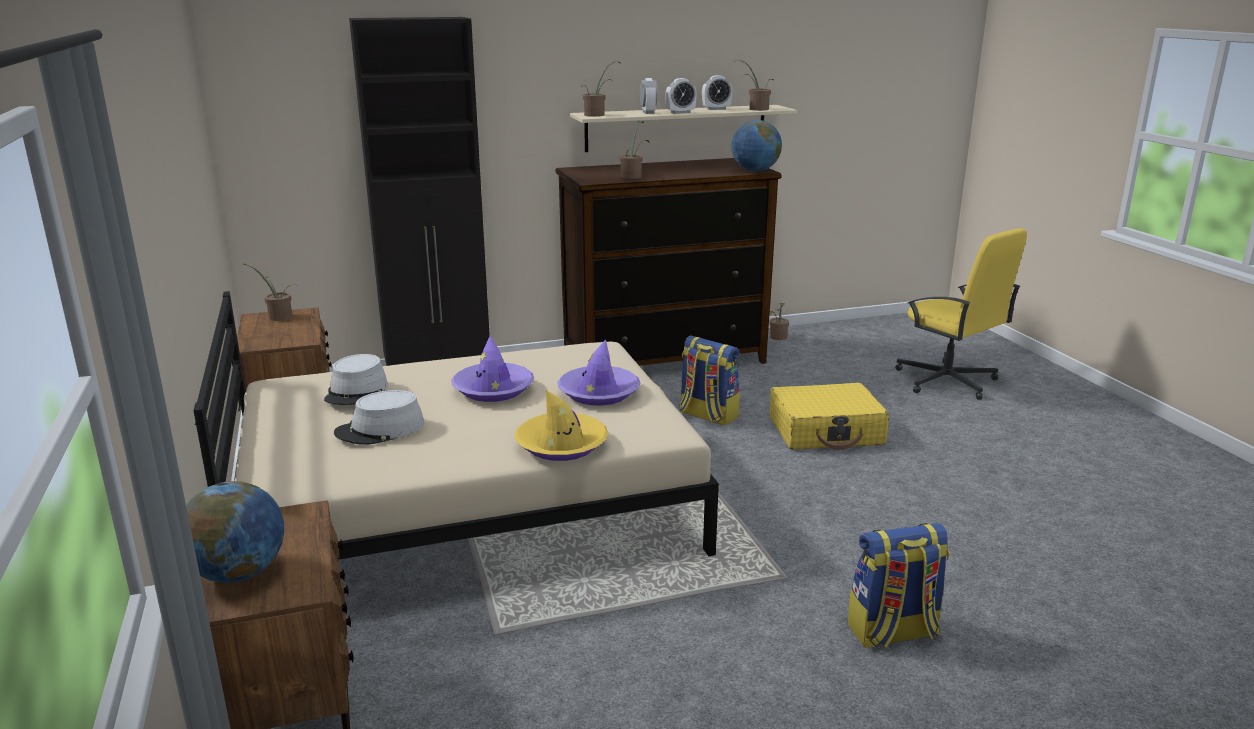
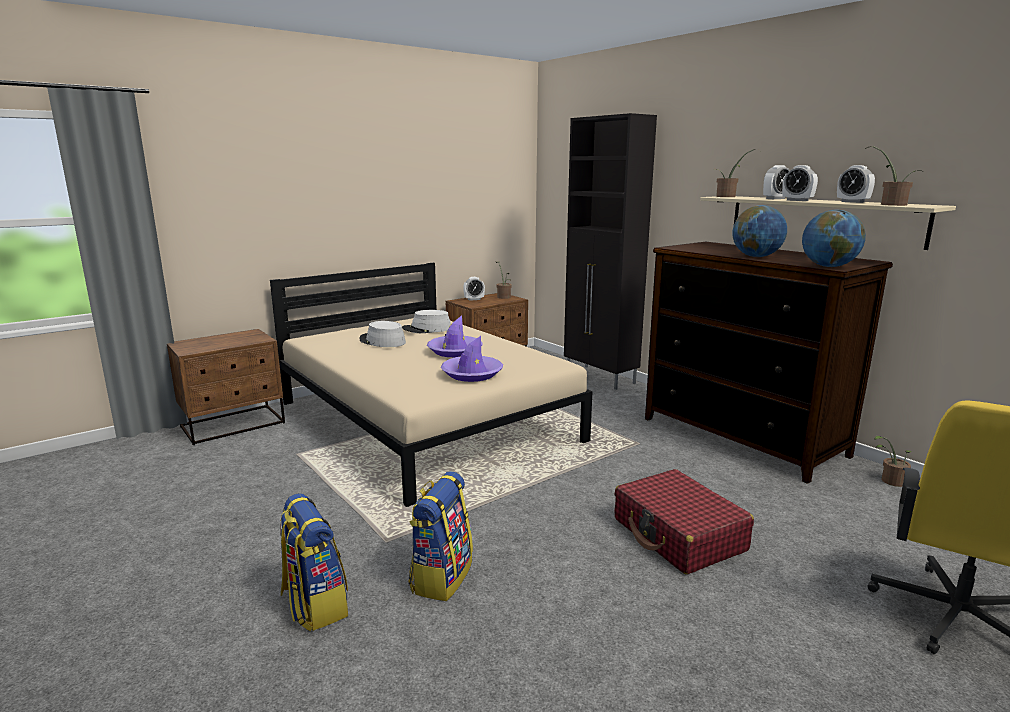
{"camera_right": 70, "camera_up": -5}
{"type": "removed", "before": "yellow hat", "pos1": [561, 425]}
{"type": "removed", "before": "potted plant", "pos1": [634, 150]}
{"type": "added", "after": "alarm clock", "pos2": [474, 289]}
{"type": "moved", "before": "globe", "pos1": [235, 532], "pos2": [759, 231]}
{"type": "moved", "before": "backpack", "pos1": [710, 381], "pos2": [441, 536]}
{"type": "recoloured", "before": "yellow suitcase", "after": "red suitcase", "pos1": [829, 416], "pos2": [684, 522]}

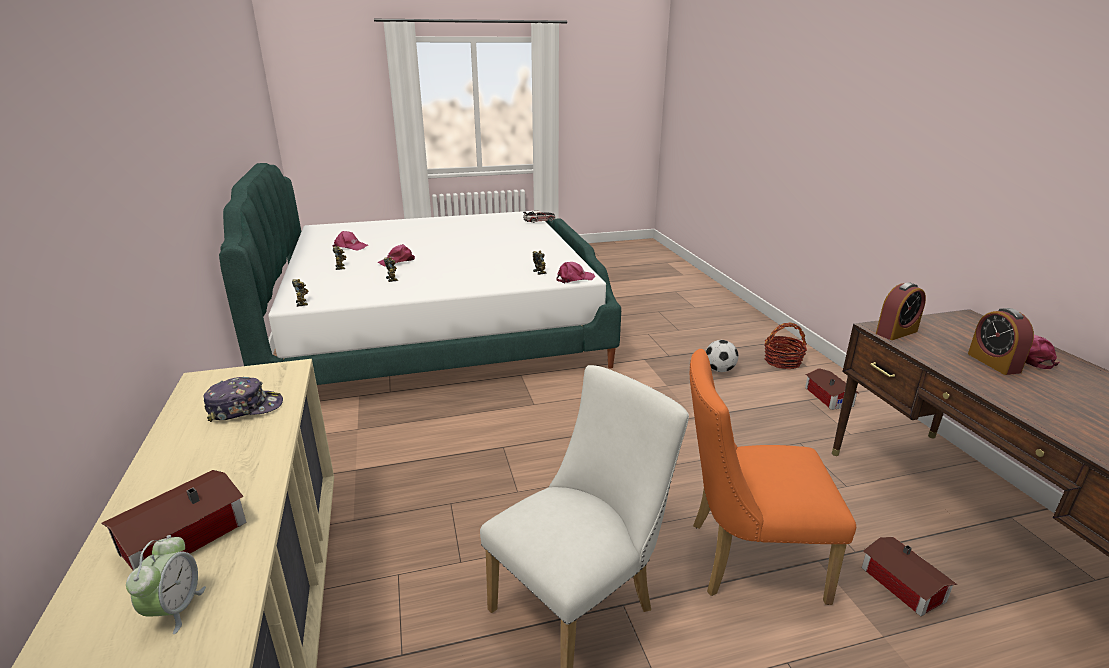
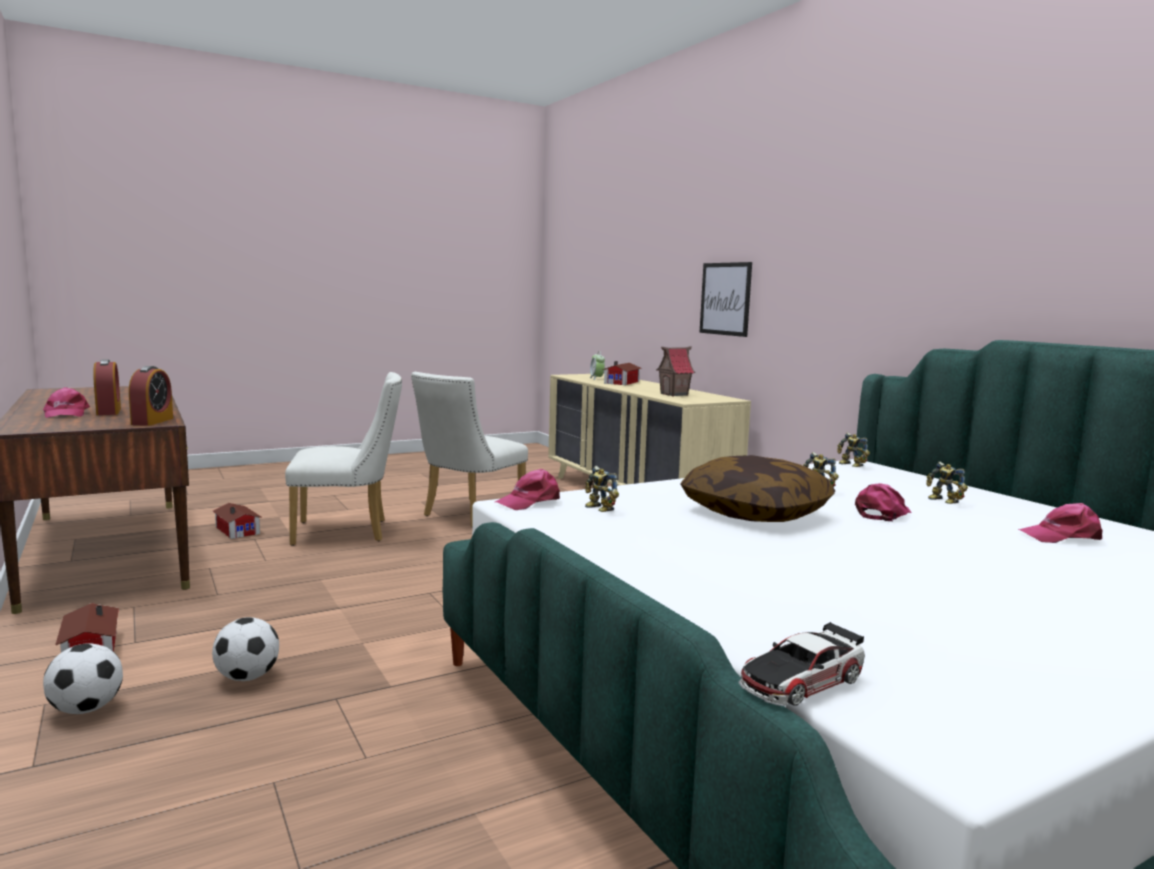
{"camera_right": 165, "camera_up": -15}
{"type": "added", "after": "pillow", "pos2": [757, 488]}
{"type": "added", "after": "picture", "pos2": [725, 299]}
{"type": "replaced", "before": "cap", "after": "toy house", "pos1": [243, 399], "pos2": [675, 371]}
{"type": "replaced", "before": "basket", "after": "football", "pos1": [785, 345], "pos2": [83, 678]}
{"type": "recoloured", "before": "orange chair", "after": "white chair", "pos1": [773, 477], "pos2": [343, 459]}
{"type": "turned", "before": "alarm clock", "pos1": [901, 311], "pos2": [151, 396], "turn": 135}

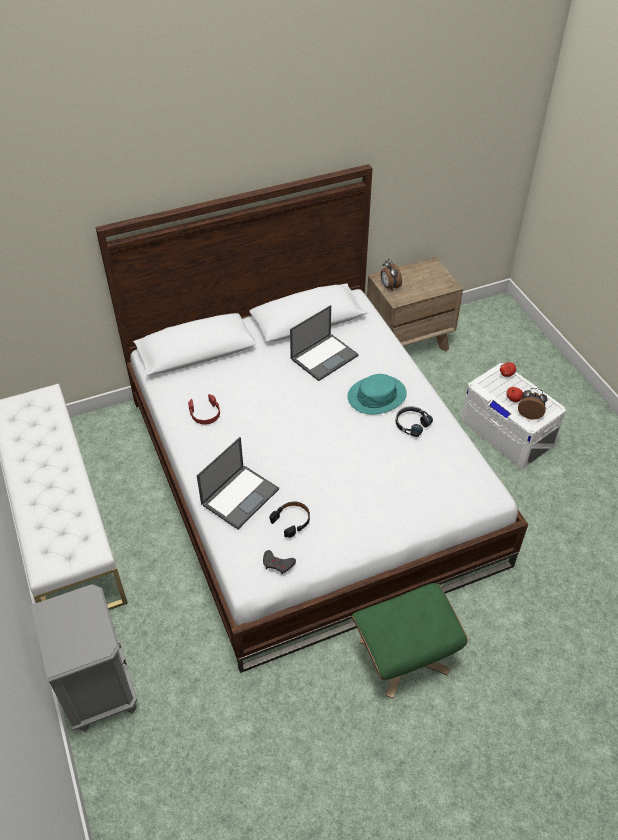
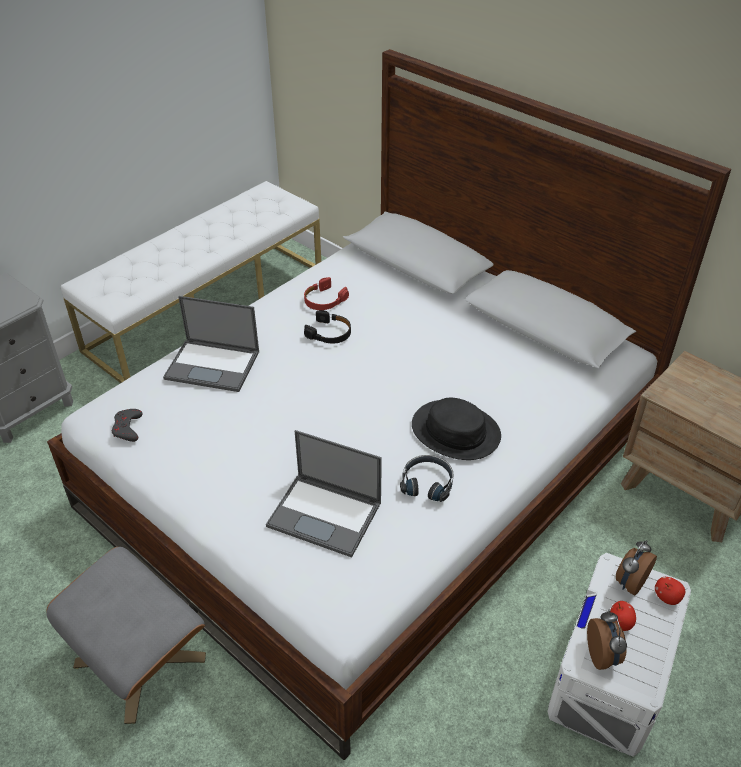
{"camera_right": 65, "camera_up": -5}
{"type": "moved", "before": "black headphones", "pos1": [289, 520], "pos2": [327, 327]}
{"type": "moved", "before": "laptop", "pos1": [324, 343], "pos2": [324, 494]}
{"type": "moved", "before": "alarm clock", "pos1": [391, 274], "pos2": [636, 567]}
{"type": "recoloured", "before": "turquoise hat", "after": "black hat", "pos1": [377, 394], "pos2": [456, 429]}
{"type": "recoloured", "before": "green ottoman", "after": "grey ottoman", "pos1": [409, 640], "pos2": [126, 635]}

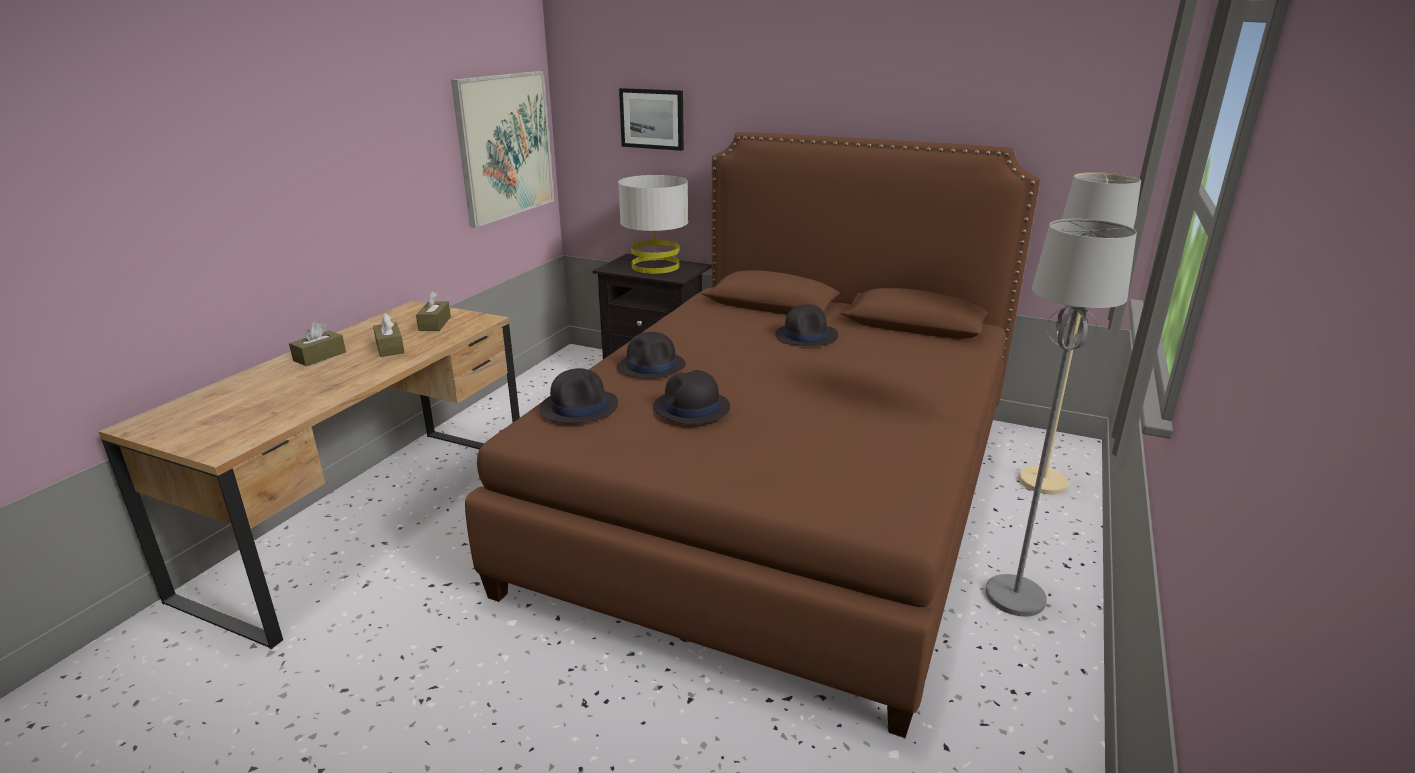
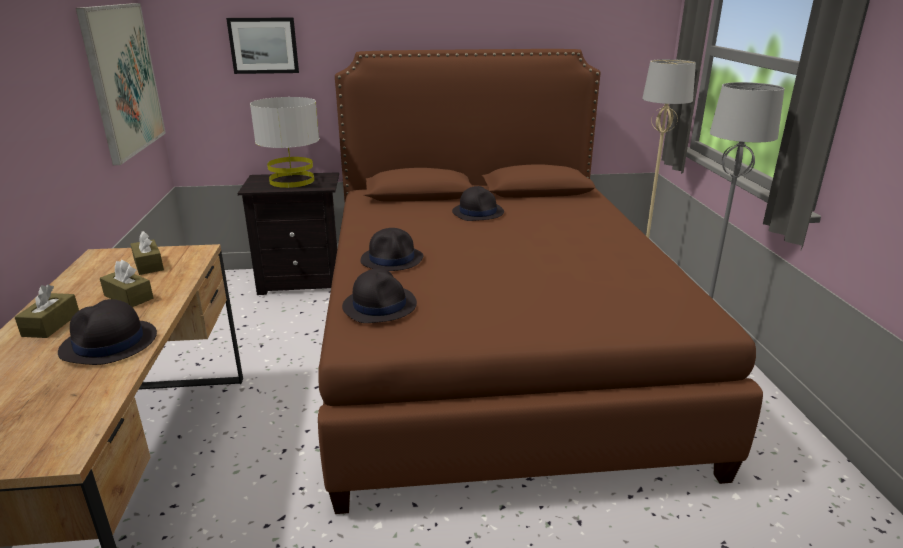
{"camera_right": -30, "camera_up": 0}
{"type": "moved", "before": "black hat", "pos1": [691, 397], "pos2": [107, 332]}

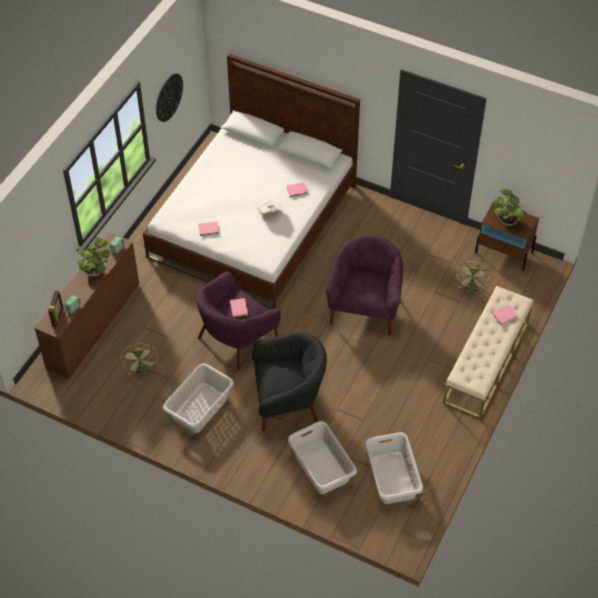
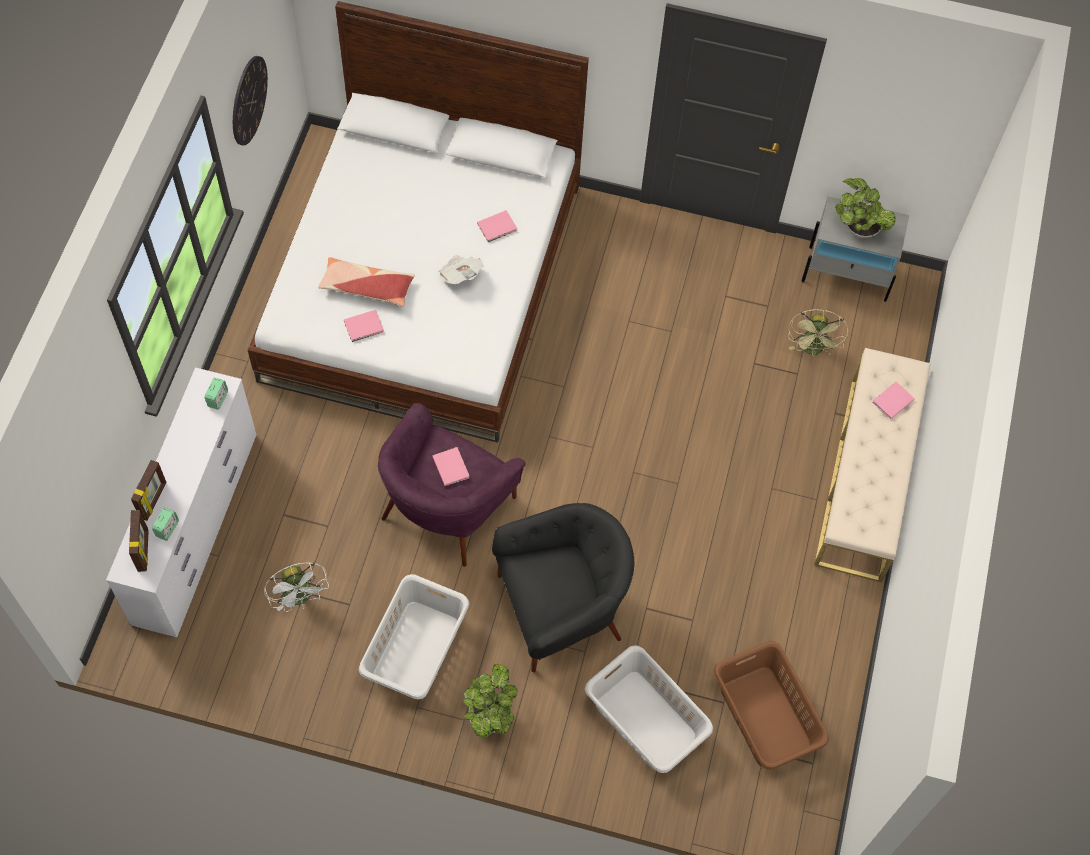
{"camera_right": -15, "camera_up": 10}
{"type": "removed", "before": "purple armchair", "pos1": [364, 285]}
{"type": "added", "after": "picture frame", "pos2": [148, 490]}
{"type": "added", "after": "pillow", "pos2": [366, 281]}
{"type": "moved", "before": "potted plant", "pos1": [93, 256], "pos2": [490, 701]}
{"type": "recoloured", "before": "brown dresser", "after": "white dresser", "pos1": [86, 305], "pos2": [181, 502]}
{"type": "recoloured", "before": "green fan", "after": "white fan", "pos1": [139, 359], "pos2": [296, 587]}
{"type": "recoloured", "before": "grey laundry basket", "after": "brown laundry basket", "pos1": [394, 468], "pos2": [771, 705]}
{"type": "recoloured", "before": "brown nightstand", "after": "grey nightstand", "pos1": [507, 236], "pos2": [855, 249]}

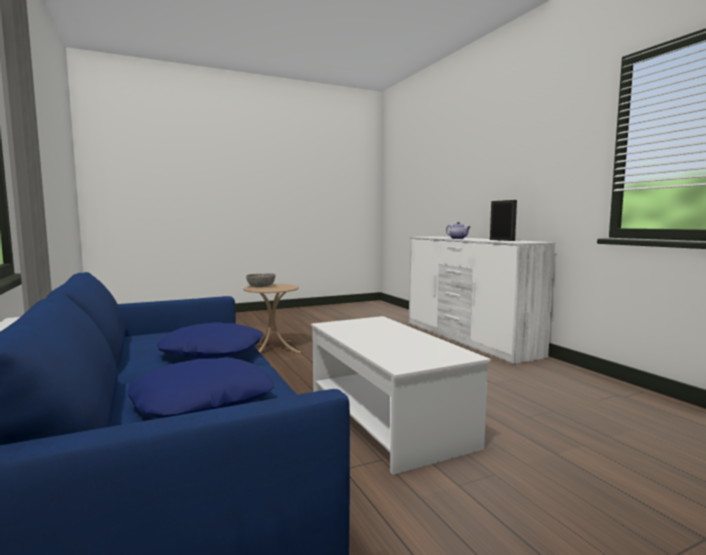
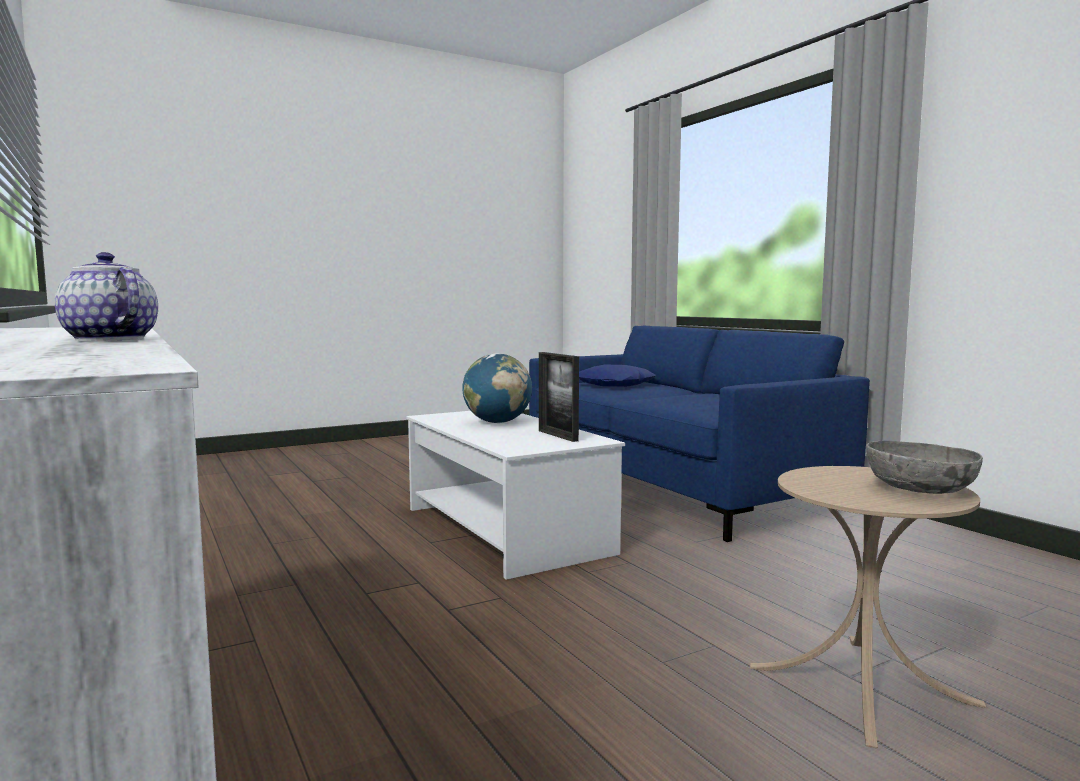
{"camera_right": 175, "camera_up": 0}
{"type": "removed", "before": "blue pillow", "pos1": [209, 340]}
{"type": "added", "after": "globe", "pos2": [497, 388]}
{"type": "moved", "before": "picture frame", "pos1": [503, 220], "pos2": [559, 397]}

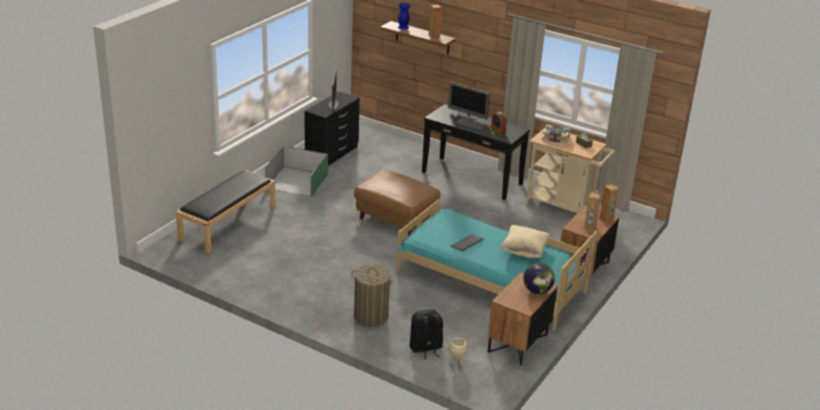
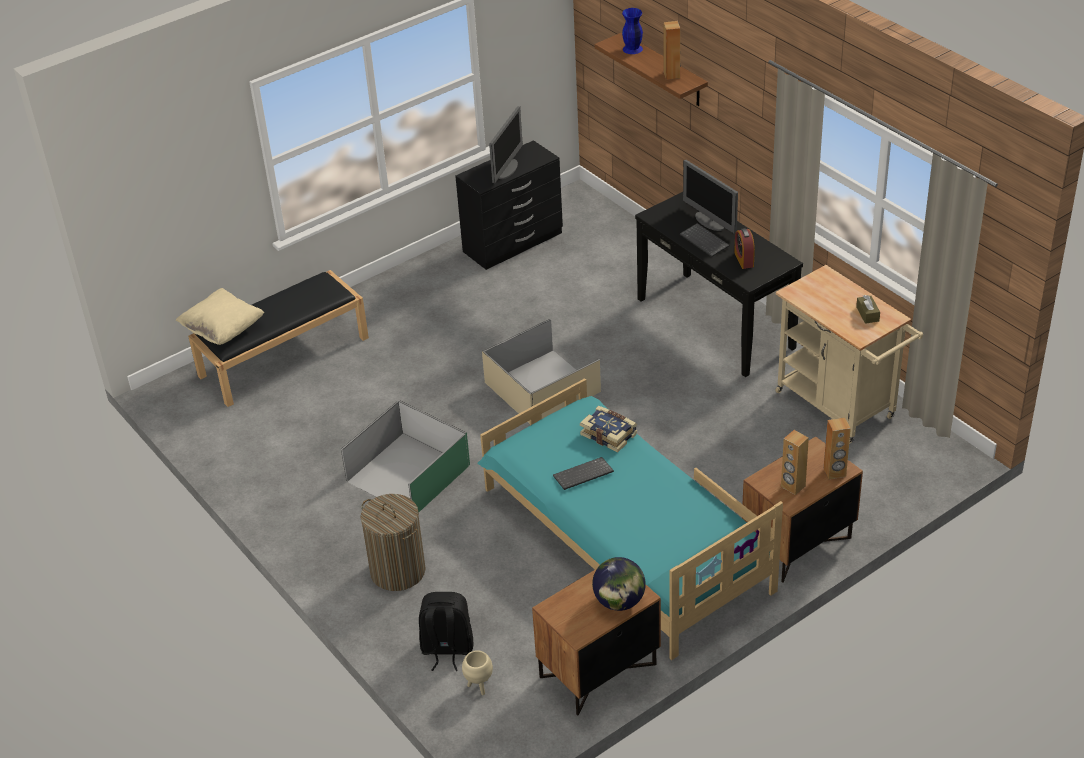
{"camera_right": 25, "camera_up": 10}
{"type": "moved", "before": "green storage box", "pos1": [296, 171], "pos2": [405, 456]}
{"type": "moved", "before": "beige pillow", "pos1": [525, 241], "pos2": [220, 316]}
{"type": "moved", "before": "book", "pos1": [556, 134], "pos2": [608, 429]}
{"type": "replaced", "before": "brown ottoman", "after": "beige storage box", "pos1": [397, 203], "pos2": [541, 371]}

